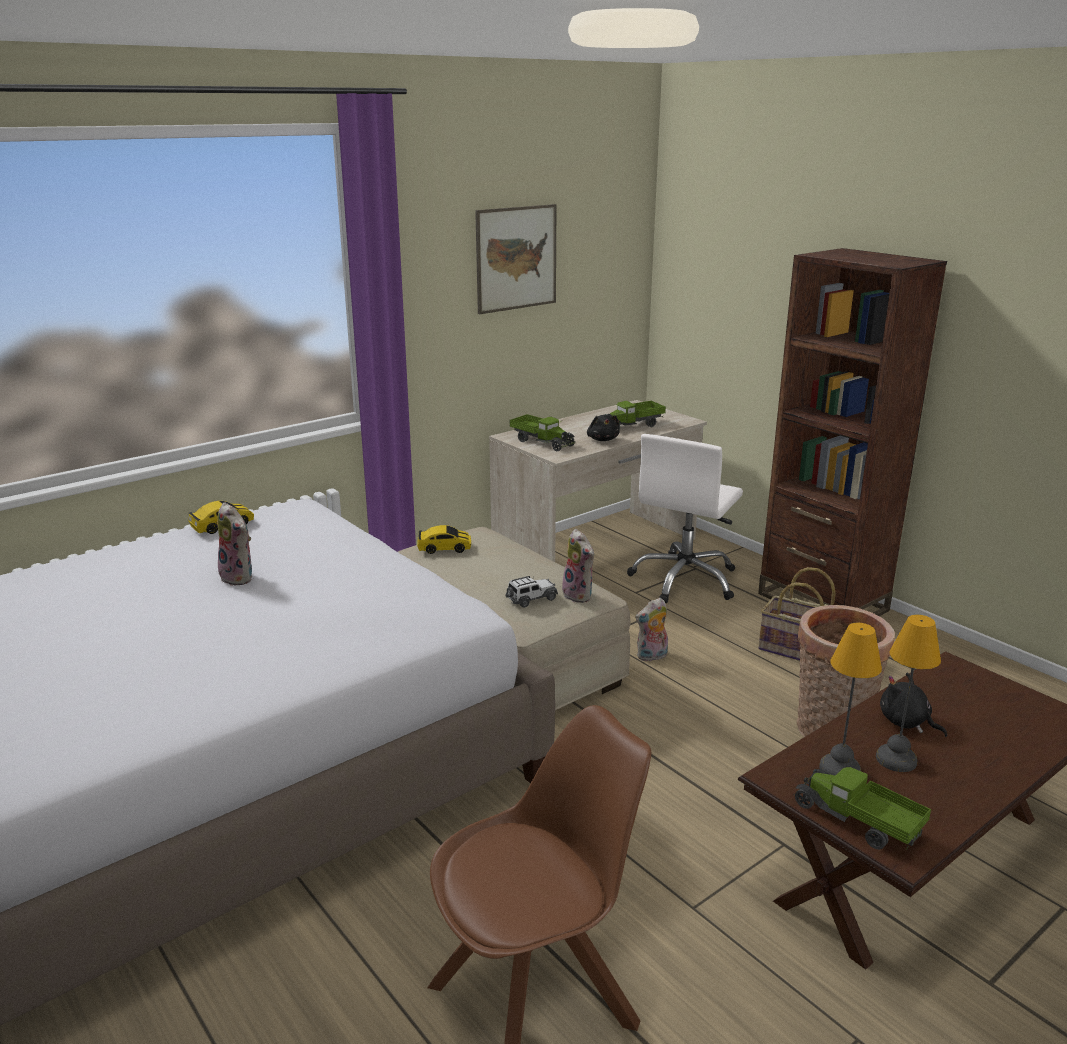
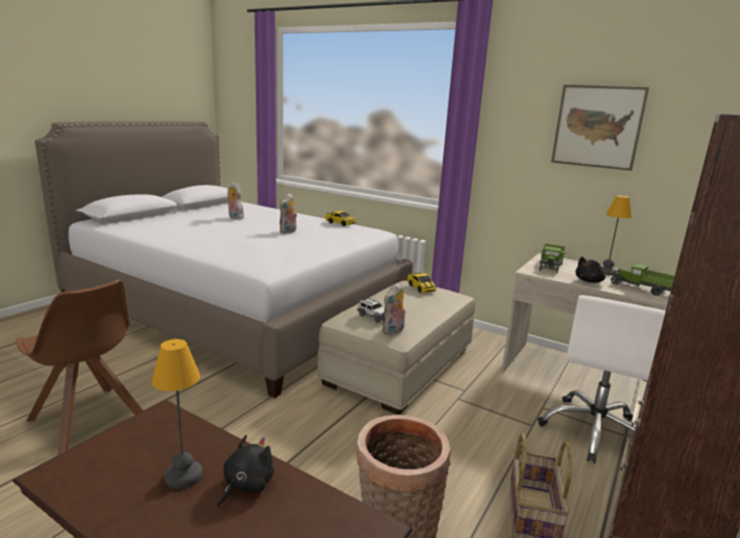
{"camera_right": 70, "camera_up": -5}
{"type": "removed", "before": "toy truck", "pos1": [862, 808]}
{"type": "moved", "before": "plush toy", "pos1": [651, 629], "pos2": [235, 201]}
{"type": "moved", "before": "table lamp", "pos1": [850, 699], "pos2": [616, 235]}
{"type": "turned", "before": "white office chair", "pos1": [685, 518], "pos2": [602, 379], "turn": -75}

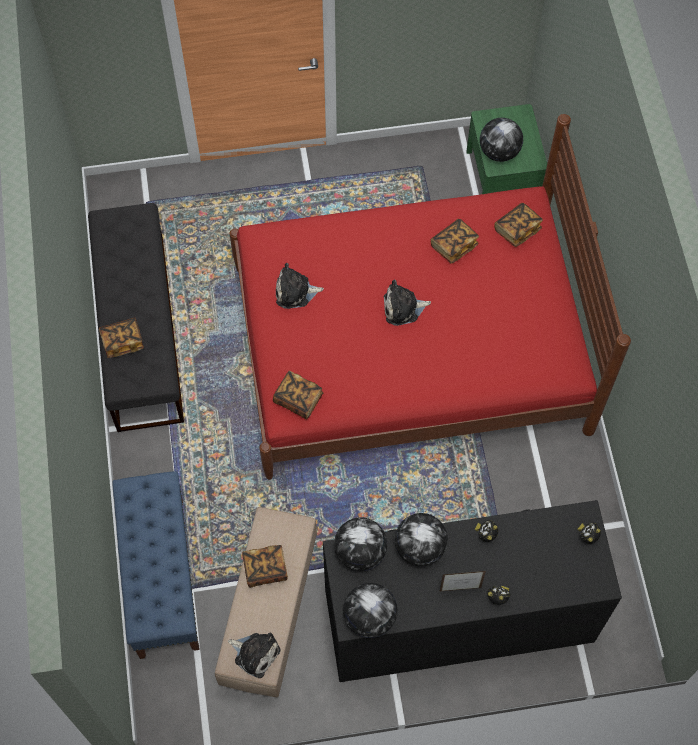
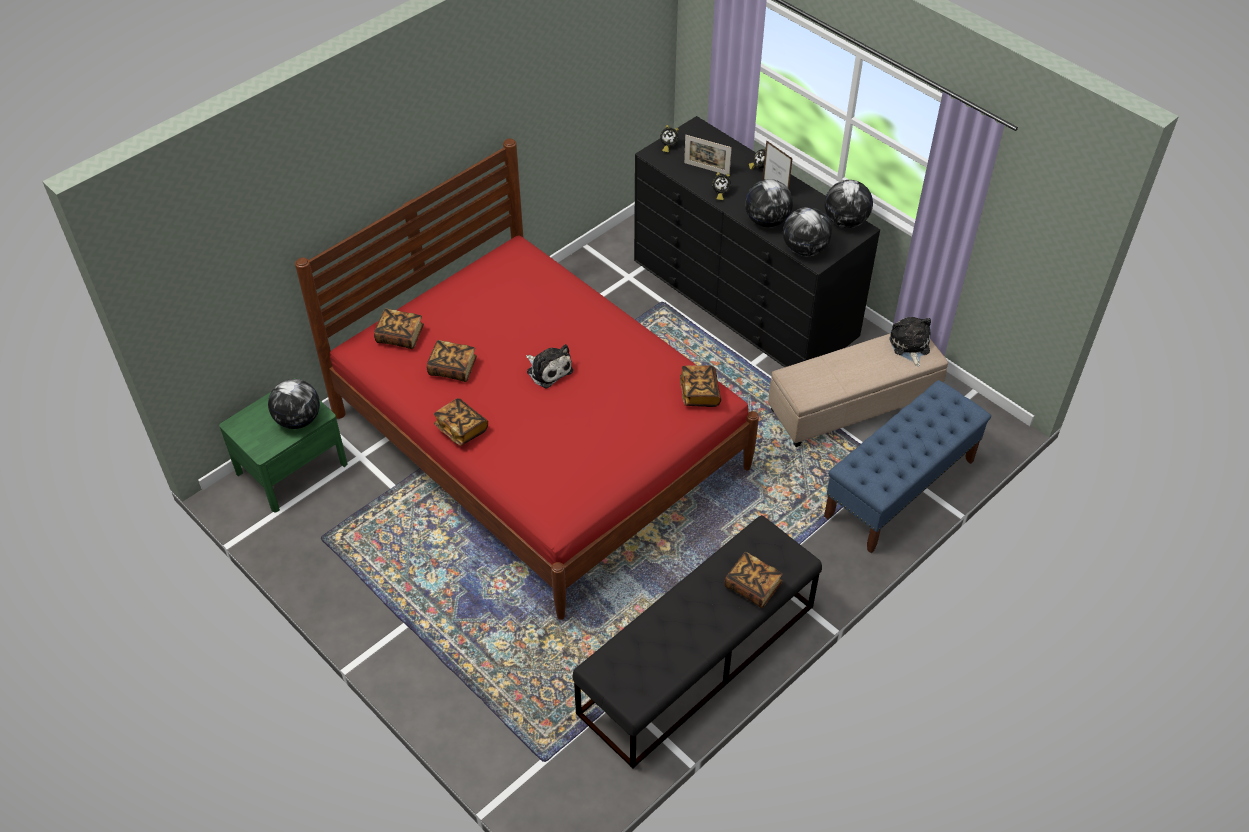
{"camera_right": -125, "camera_up": -15}
{"type": "removed", "before": "plush toy", "pos1": [300, 286]}
{"type": "added", "after": "picture frame", "pos2": [708, 155]}
{"type": "moved", "before": "book", "pos1": [265, 566], "pos2": [461, 422]}

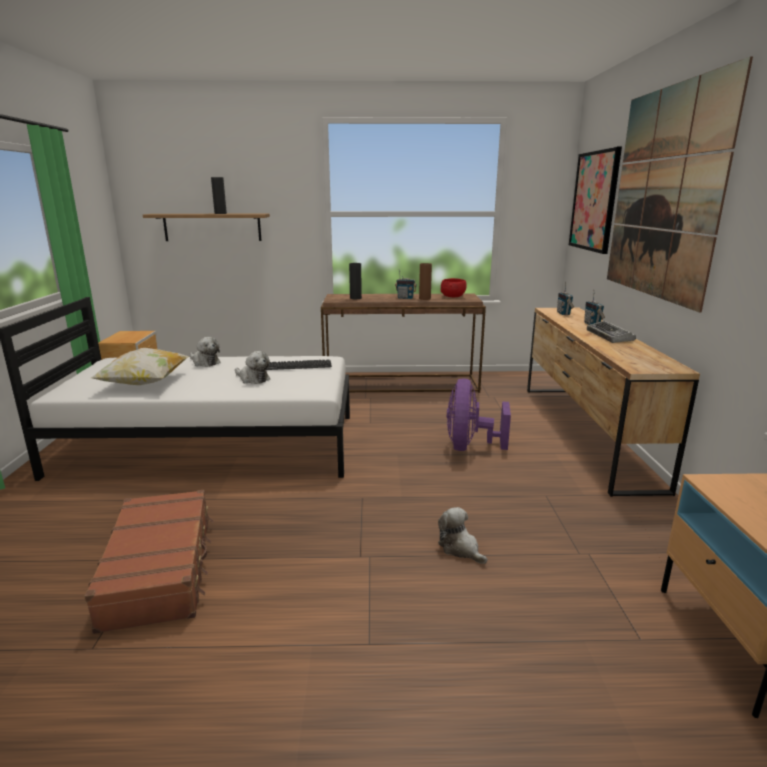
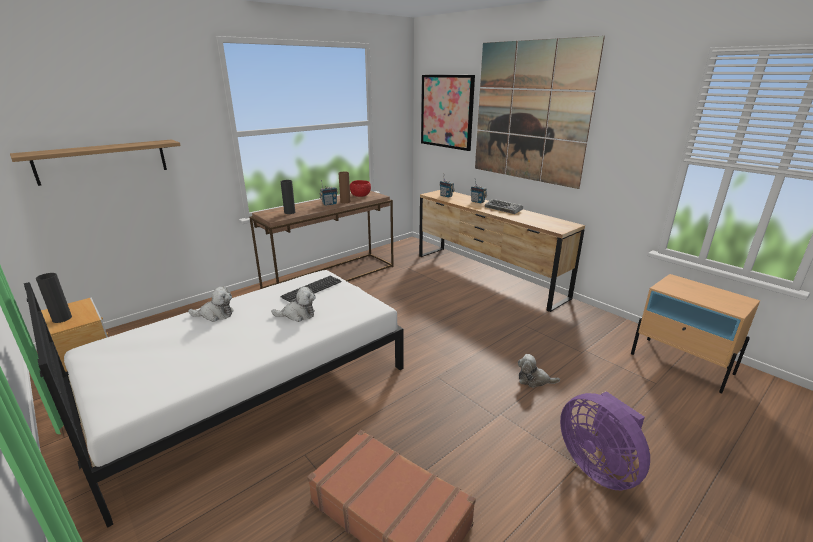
{"camera_right": -40, "camera_up": 5}
{"type": "removed", "before": "pillow", "pos1": [140, 366]}
{"type": "moved", "before": "black vase", "pos1": [219, 195], "pos2": [54, 298]}
{"type": "moved", "before": "purple fan", "pos1": [479, 414], "pos2": [605, 440]}

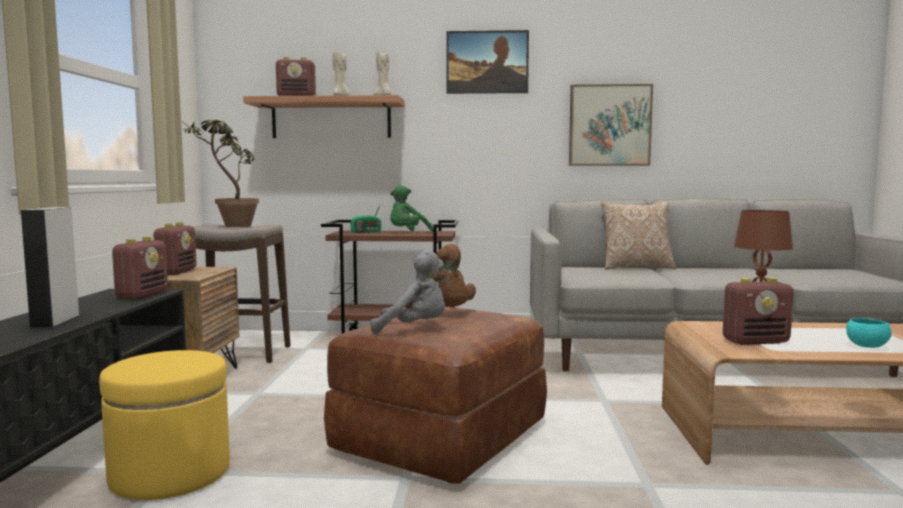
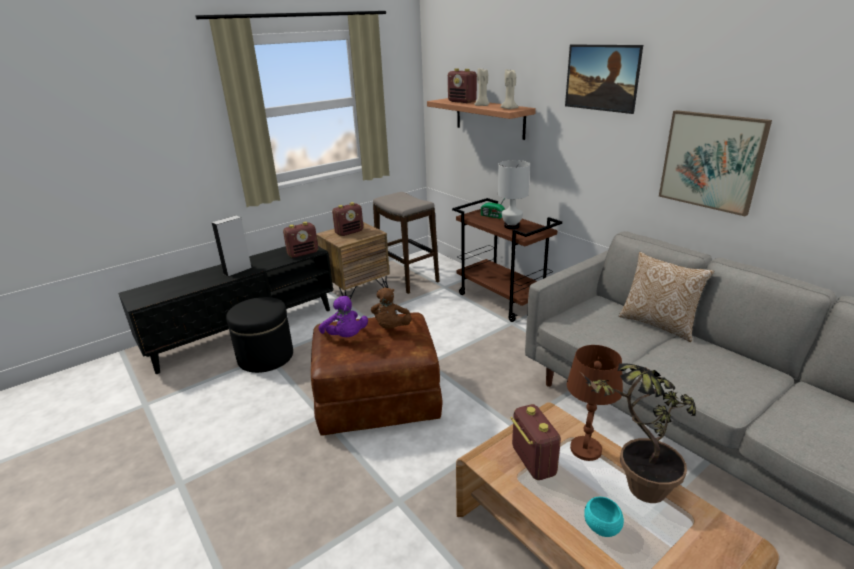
{"camera_right": 50, "camera_up": 20}
{"type": "moved", "before": "potted plant", "pos1": [219, 173], "pos2": [638, 433]}
{"type": "replaced", "before": "green plush toy", "after": "white table lamp", "pos1": [411, 208], "pos2": [514, 194]}
{"type": "recoloured", "before": "yellow ottoman", "after": "black ottoman", "pos1": [164, 425], "pos2": [259, 335]}
{"type": "recoloured", "before": "grey plush toy", "after": "purple plush toy", "pos1": [408, 292], "pos2": [343, 316]}
{"type": "turned", "before": "radio", "pos1": [758, 311], "pos2": [536, 442], "turn": -150}

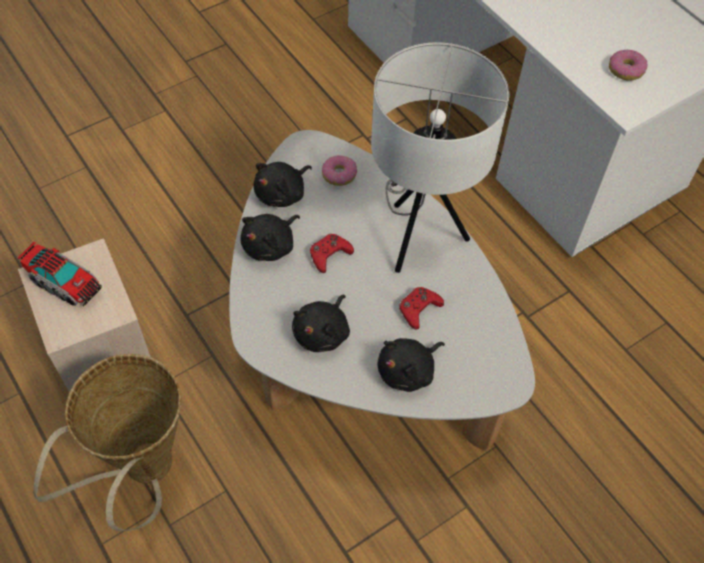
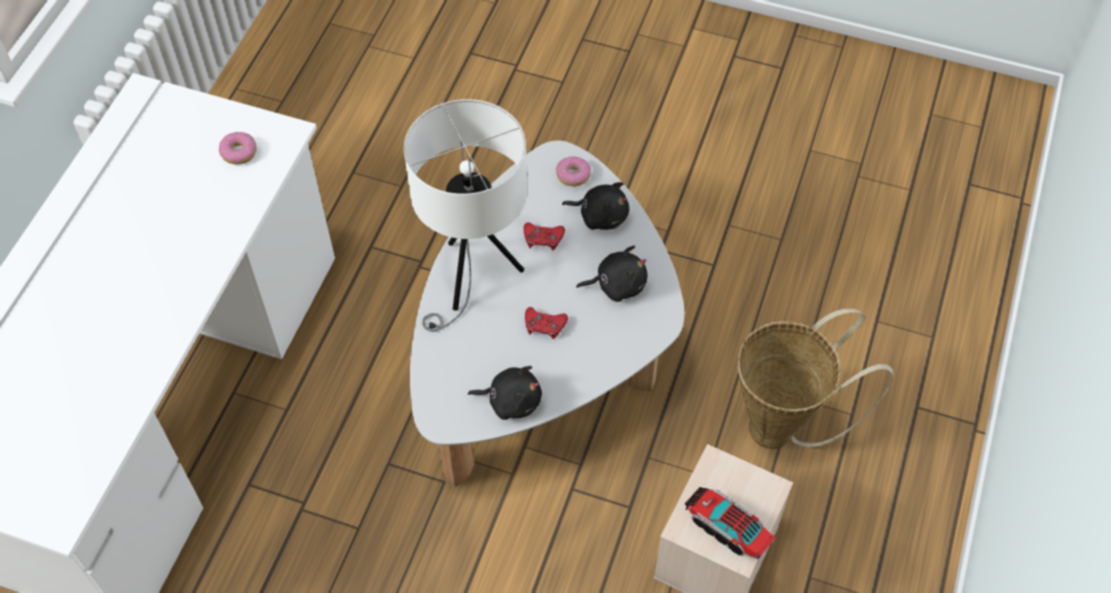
{"camera_right": -125, "camera_up": 0}
{"type": "removed", "before": "black plush toy", "pos1": [270, 237]}
{"type": "moved", "before": "donut", "pos1": [339, 170], "pos2": [573, 171]}
{"type": "turned", "before": "toy truck", "pos1": [59, 274], "pos2": [730, 523], "turn": -45}

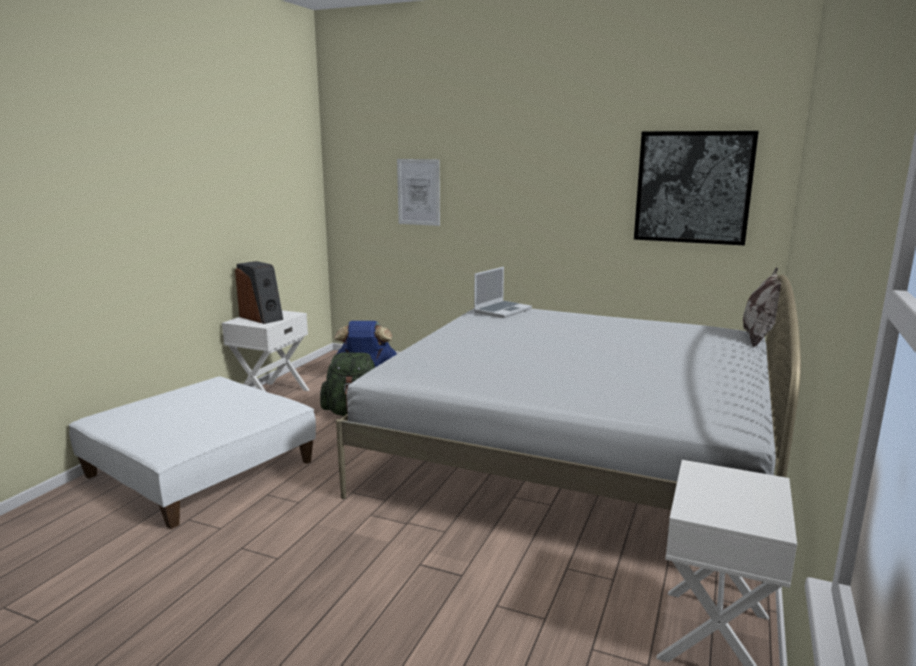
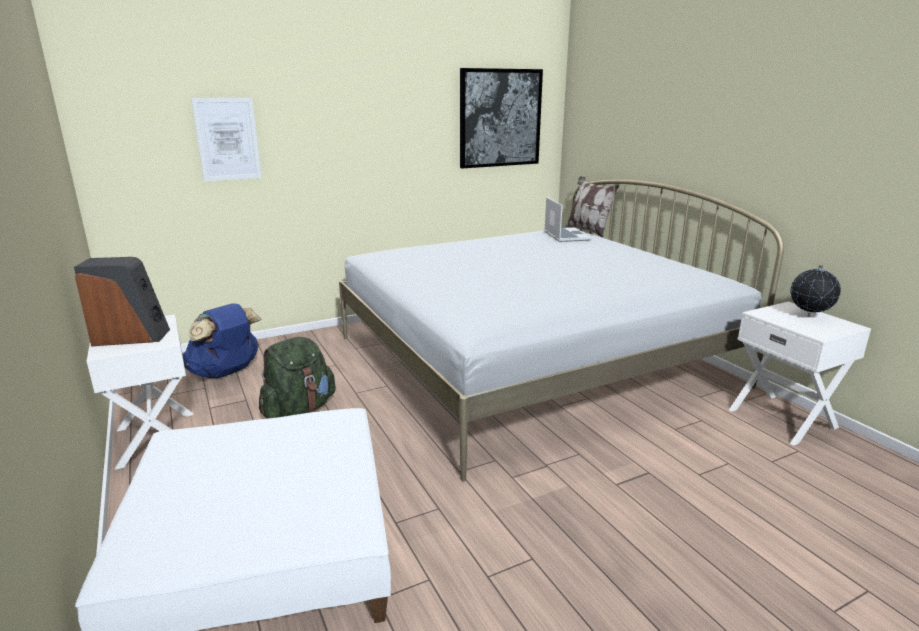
{"camera_right": -50, "camera_up": 5}
{"type": "added", "after": "globe", "pos2": [815, 291]}
{"type": "moved", "before": "laptop", "pos1": [503, 292], "pos2": [568, 219]}

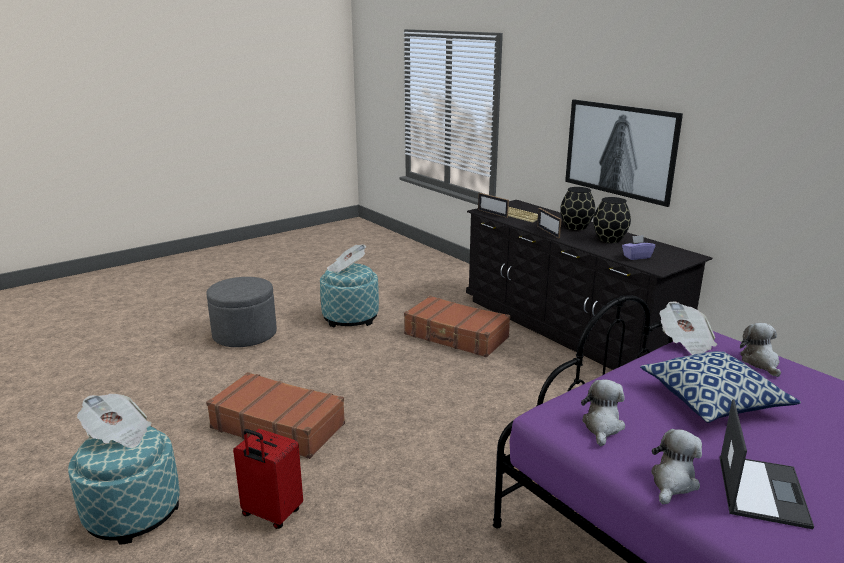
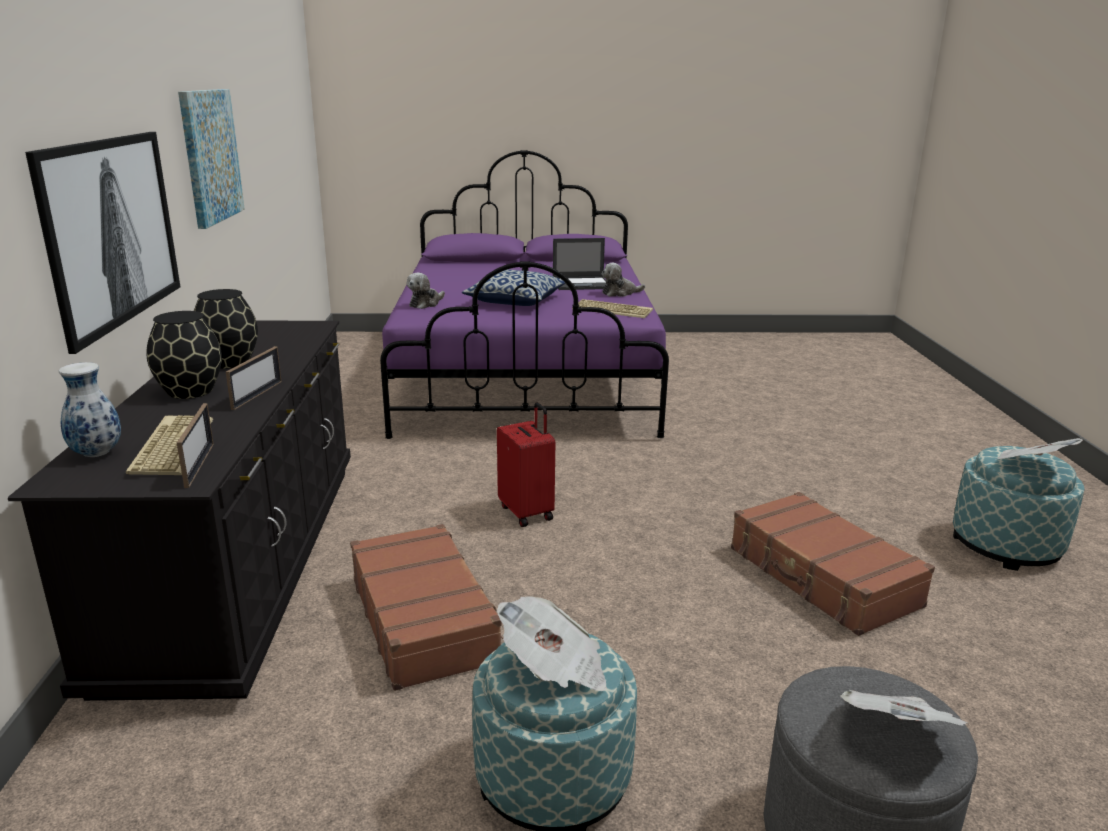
{"camera_right": -145, "camera_up": 0}
{"type": "removed", "before": "purple tissue box", "pos1": [638, 247]}
{"type": "added", "after": "vase", "pos2": [90, 409]}
{"type": "added", "after": "picture", "pos2": [211, 159]}
{"type": "moved", "before": "red suitcase", "pos1": [268, 479], "pos2": [526, 465]}
{"type": "moved", "before": "newspaper", "pos1": [688, 328], "pos2": [904, 708]}
{"type": "replaced", "before": "plush toy", "after": "keyboard", "pos1": [603, 412], "pos2": [612, 308]}
{"type": "turned", "before": "laptop", "pos1": [767, 464], "pos2": [579, 264], "turn": -150}

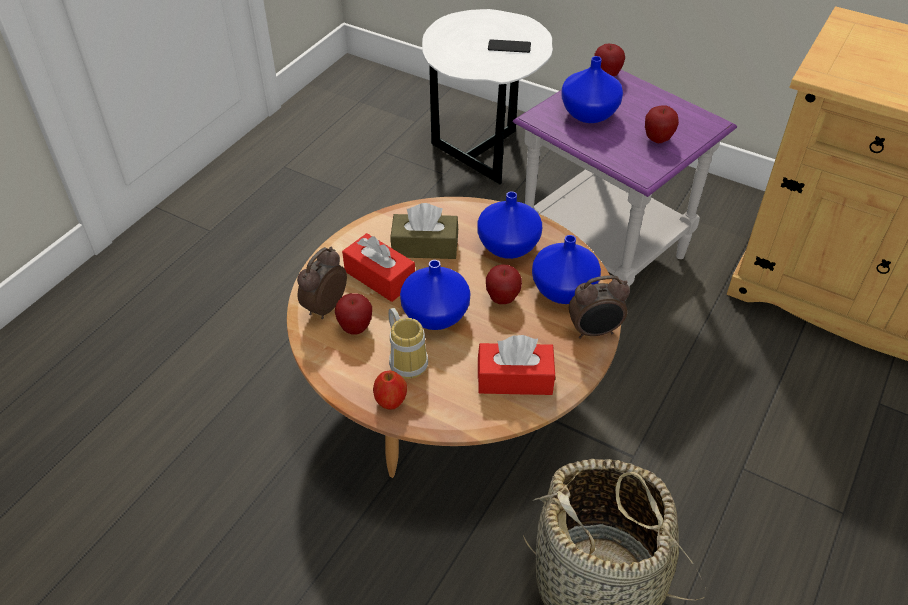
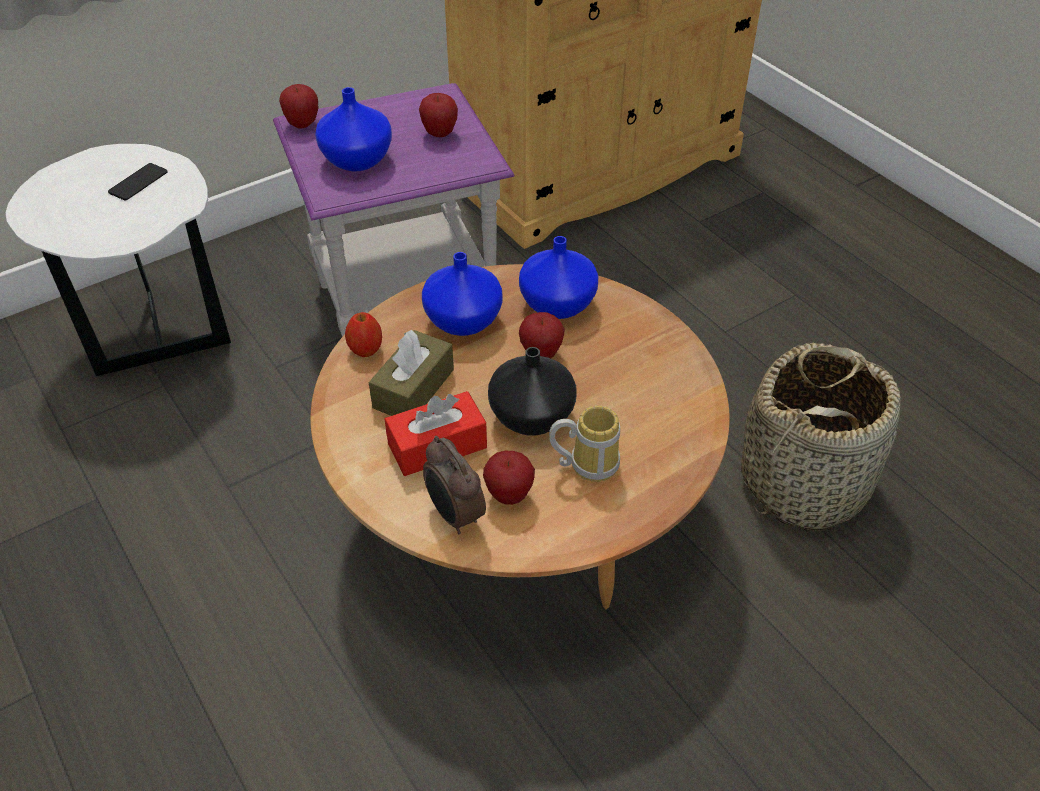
{"camera_right": -65, "camera_up": 0}
{"type": "removed", "before": "red tissue box", "pos1": [516, 365]}
{"type": "removed", "before": "alarm clock", "pos1": [599, 307]}
{"type": "moved", "before": "apple", "pos1": [390, 390], "pos2": [363, 334]}
{"type": "recoloured", "before": "blue vase", "after": "black vase", "pos1": [435, 295], "pos2": [532, 391]}

